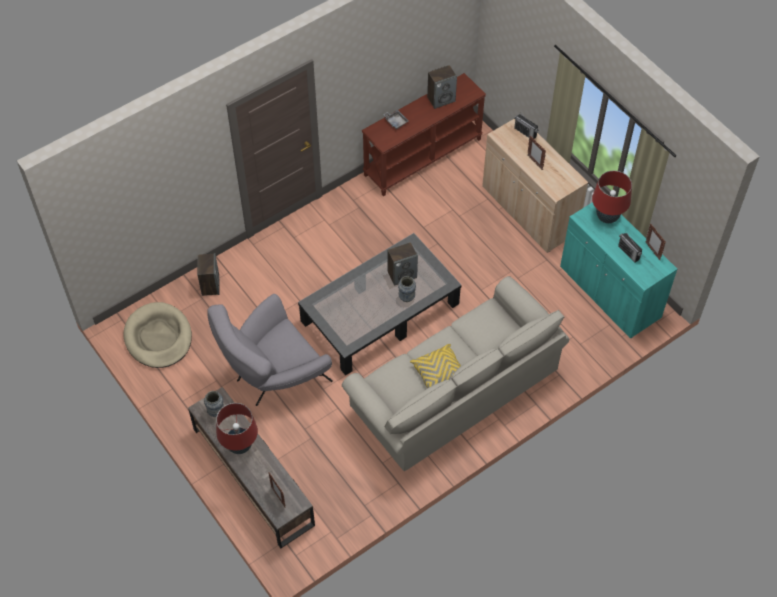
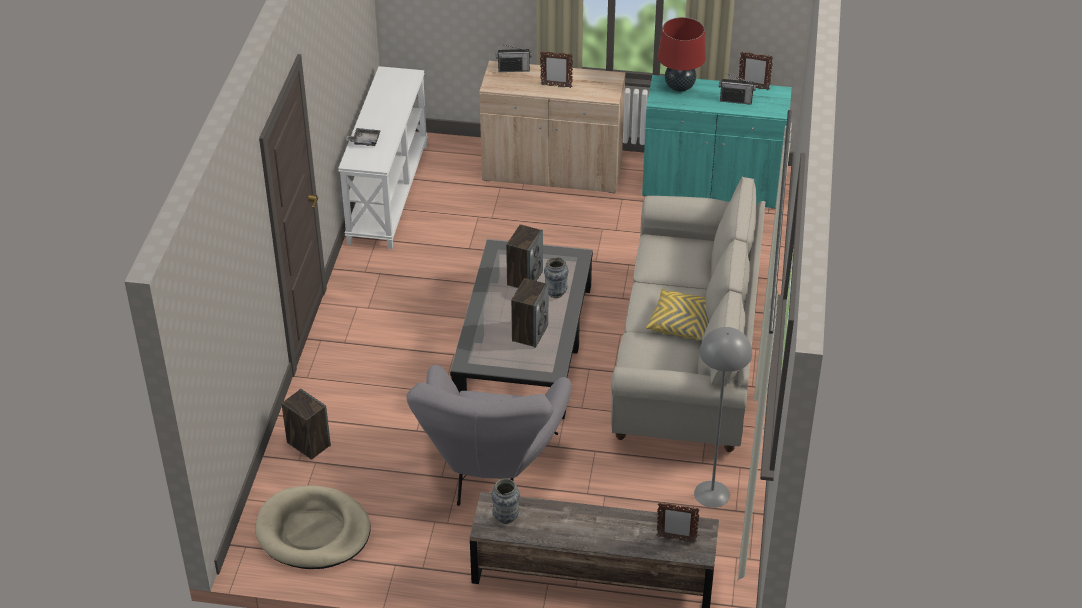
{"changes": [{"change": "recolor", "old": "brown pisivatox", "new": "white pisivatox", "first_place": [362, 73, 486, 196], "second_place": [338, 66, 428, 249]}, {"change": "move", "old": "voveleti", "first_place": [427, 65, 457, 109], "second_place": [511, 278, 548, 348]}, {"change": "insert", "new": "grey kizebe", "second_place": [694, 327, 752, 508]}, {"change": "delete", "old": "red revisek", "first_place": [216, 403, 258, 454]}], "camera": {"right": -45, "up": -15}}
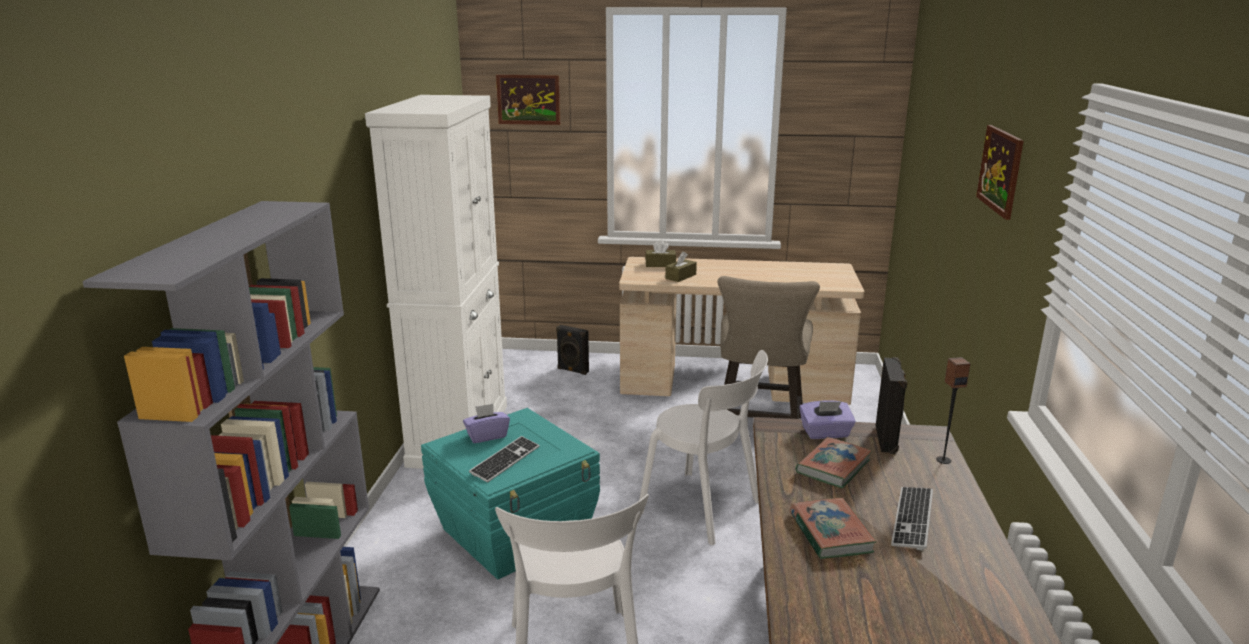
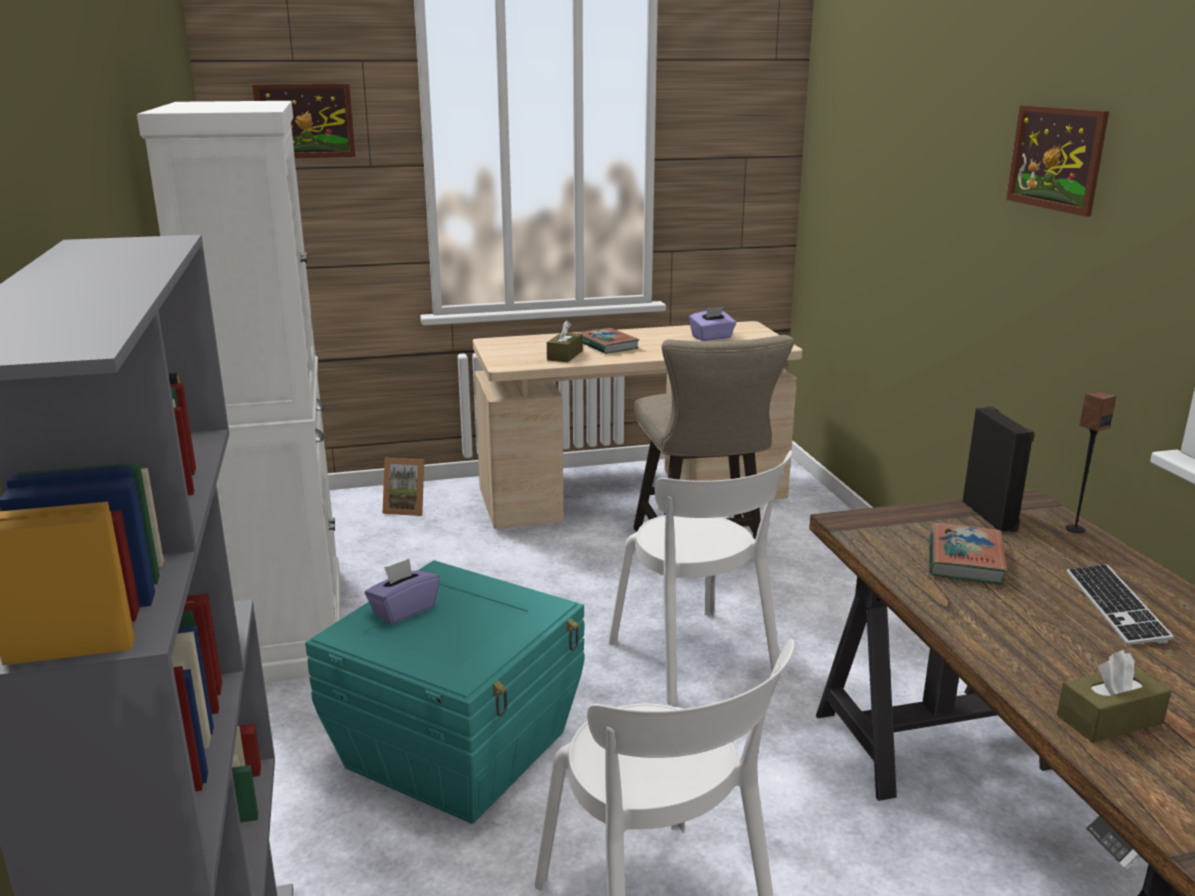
{"changes": [{"change": "replace", "old": "black voveleti", "new": "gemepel", "first_place": [556, 325, 589, 375], "second_place": [383, 458, 424, 516]}, {"change": "move", "old": "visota", "first_place": [790, 498, 877, 559], "second_place": [580, 328, 640, 354]}, {"change": "rotate", "old": "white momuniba", "first_place": [639, 350, 768, 545], "second_place": [608, 450, 792, 705], "degrees": 45}, {"change": "move", "old": "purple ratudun", "first_place": [800, 400, 856, 439], "second_place": [689, 306, 736, 341]}, {"change": "move", "old": "brown ratudun", "first_place": [645, 240, 676, 267], "second_place": [1057, 650, 1171, 743]}, {"change": "delete", "old": "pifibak", "first_place": [469, 436, 540, 483]}], "camera": {"right": -20, "up": 0}}
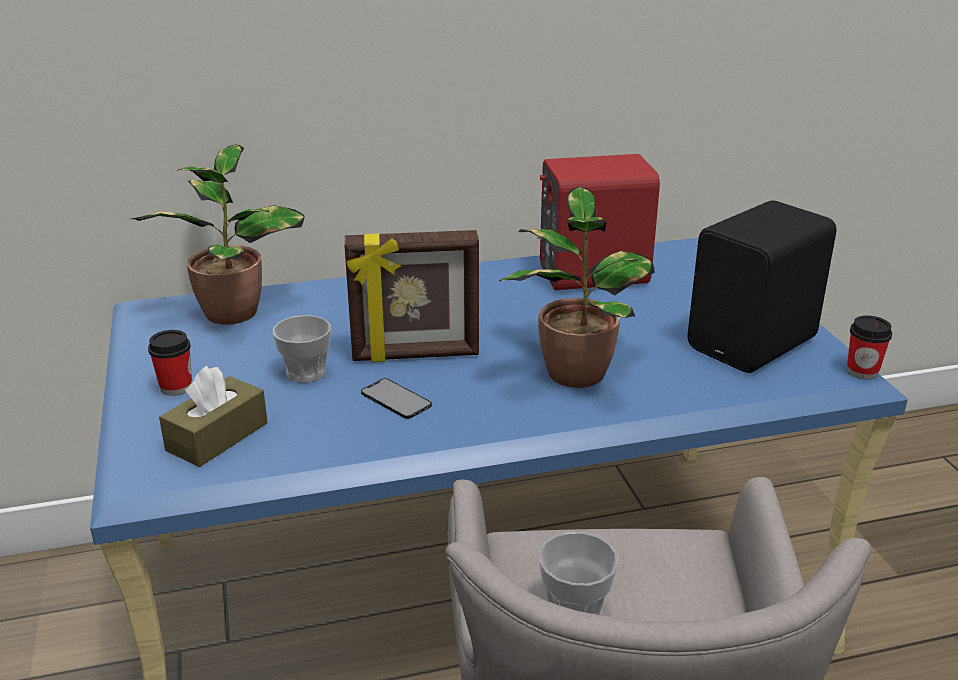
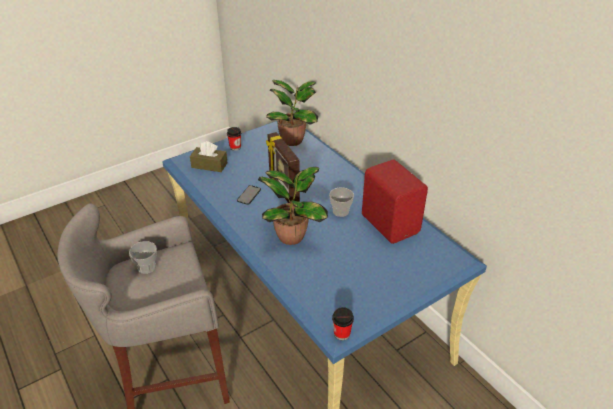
{"changes": [{"change": "move", "old": "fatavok", "first_place": [273, 315, 331, 383], "second_place": [329, 187, 354, 217]}, {"change": "delete", "old": "black voveleti", "first_place": [687, 200, 836, 373]}], "camera": {"right": 70, "up": 10}}
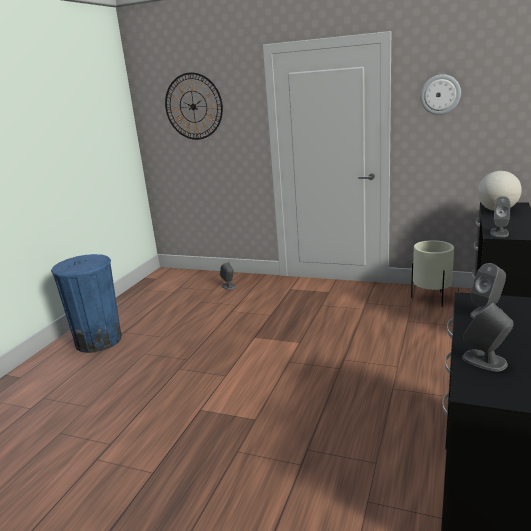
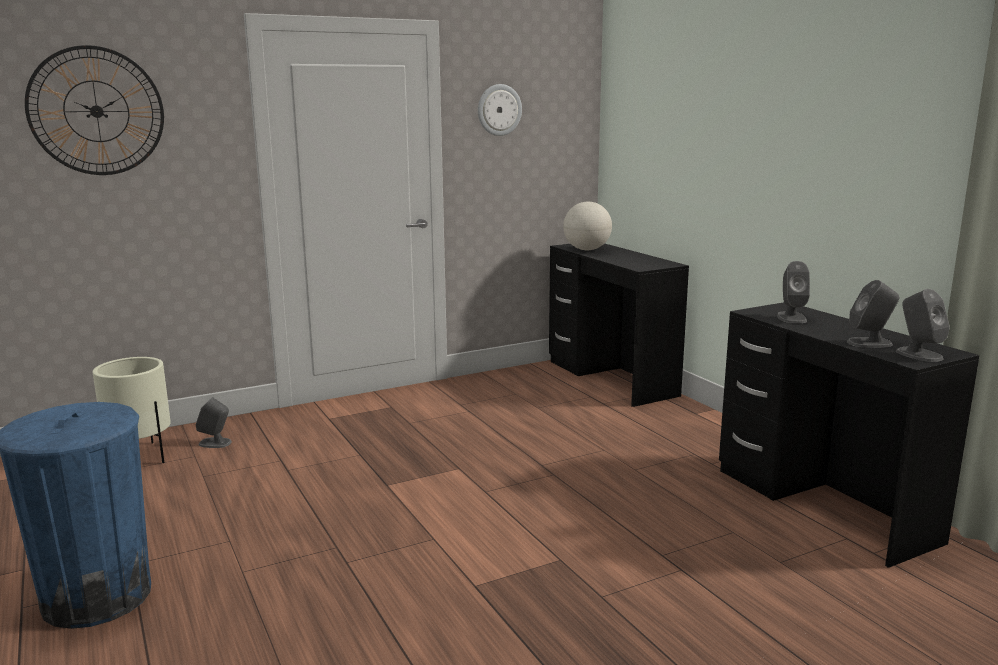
{"changes": [{"change": "move", "old": "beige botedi", "first_place": [411, 240, 454, 307], "second_place": [93, 357, 171, 463]}, {"change": "move", "old": "grey voveleti", "first_place": [490, 196, 511, 237], "second_place": [896, 289, 950, 362]}], "camera": {"right": -50, "up": -5}}
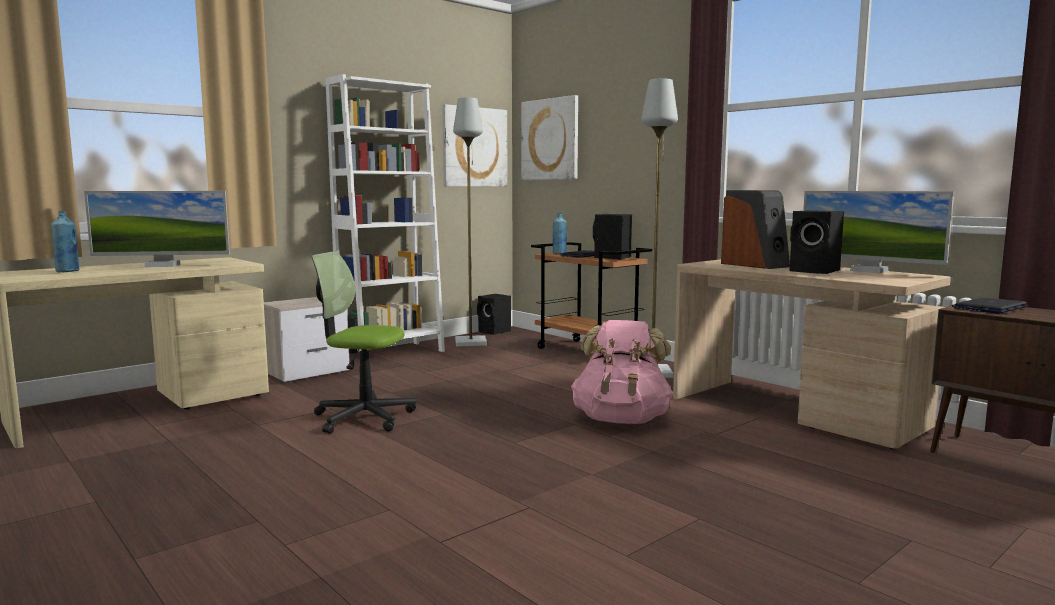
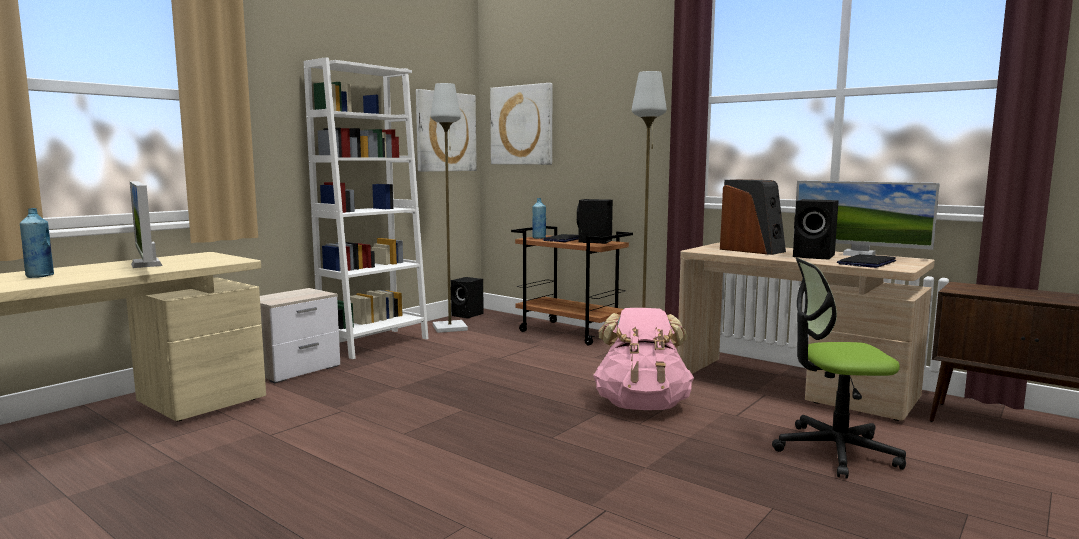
{"changes": [{"change": "rotate", "old": "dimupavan", "first_place": [84, 191, 230, 267], "second_place": [130, 181, 163, 268], "degrees": 75}, {"change": "move", "old": "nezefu", "first_place": [312, 251, 416, 434], "second_place": [772, 258, 906, 478]}, {"change": "move", "old": "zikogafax", "first_place": [952, 298, 1028, 314], "second_place": [837, 254, 896, 268]}], "camera": {"right": -10, "up": 0}}
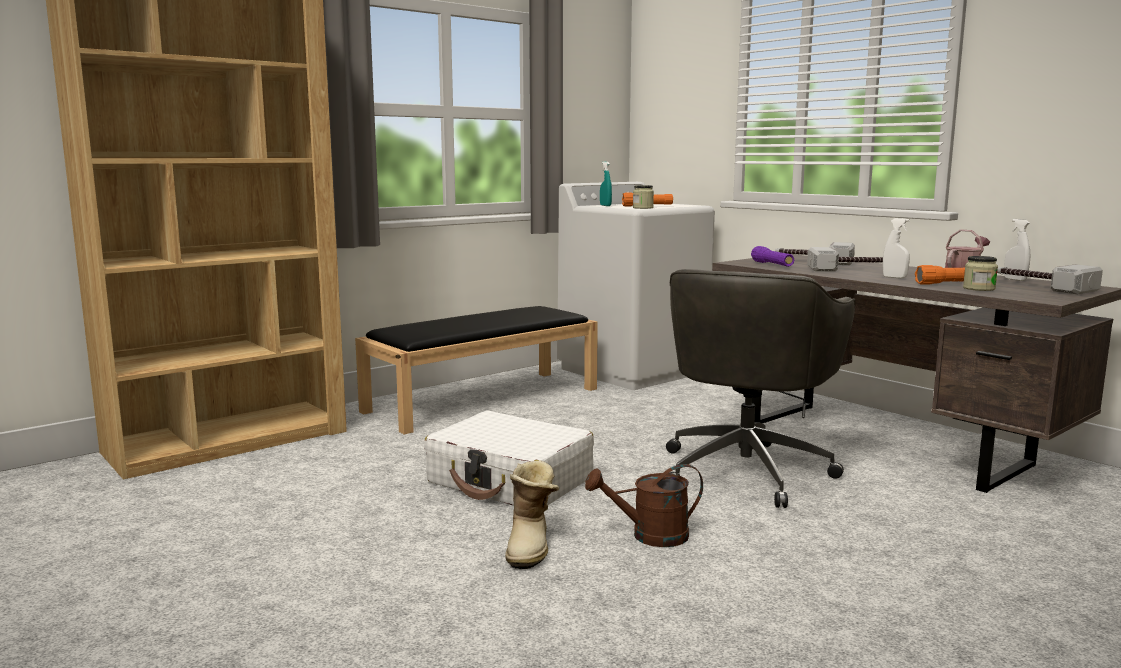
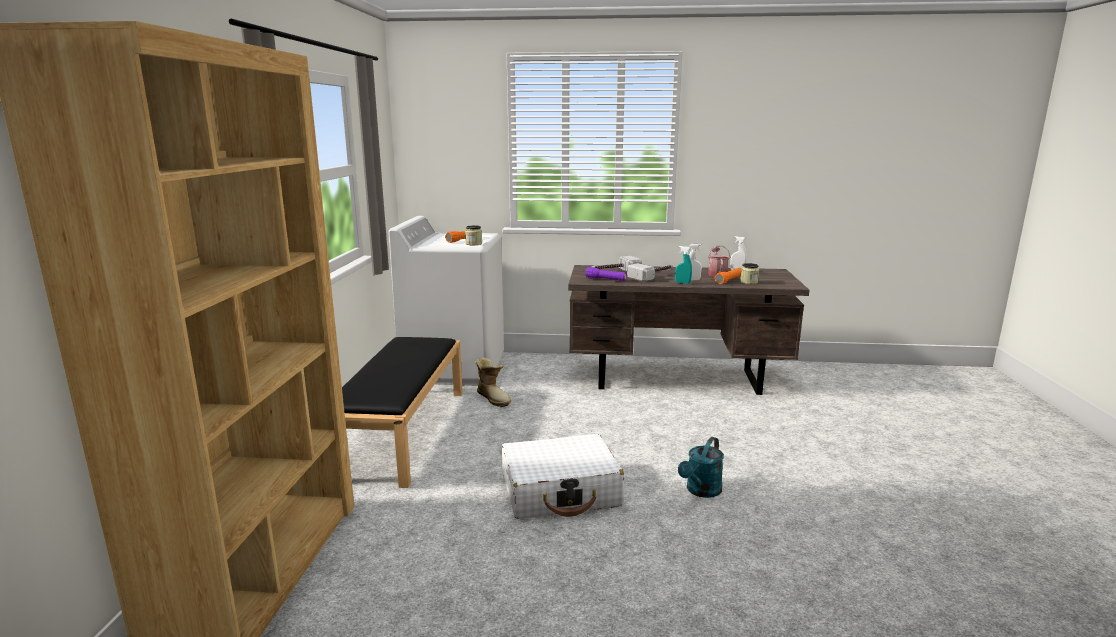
{"changes": [{"change": "move", "old": "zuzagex", "first_place": [505, 460, 559, 569], "second_place": [475, 358, 511, 407]}, {"change": "move", "old": "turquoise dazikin", "first_place": [600, 162, 612, 206], "second_place": [675, 246, 692, 284]}, {"change": "recolor", "old": "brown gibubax", "new": "turquoise gibubax", "first_place": [585, 464, 703, 547], "second_place": [678, 437, 724, 498]}, {"change": "delete", "old": "grey nezefu", "first_place": [666, 269, 856, 508]}, {"change": "delete", "old": "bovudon", "first_place": [997, 264, 1103, 294]}], "camera": {"right": -45, "up": 5}}
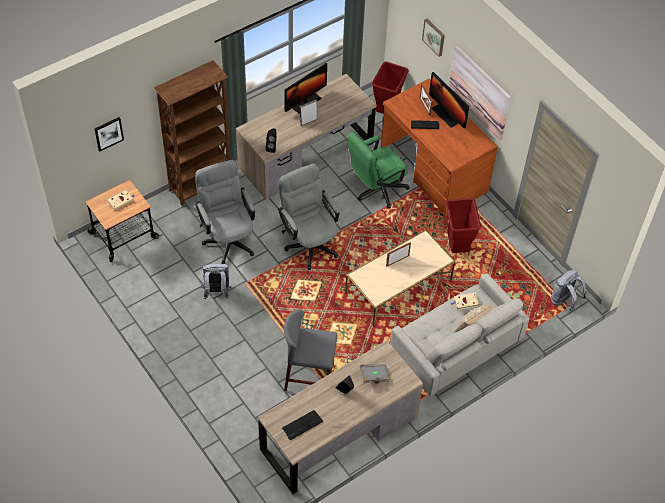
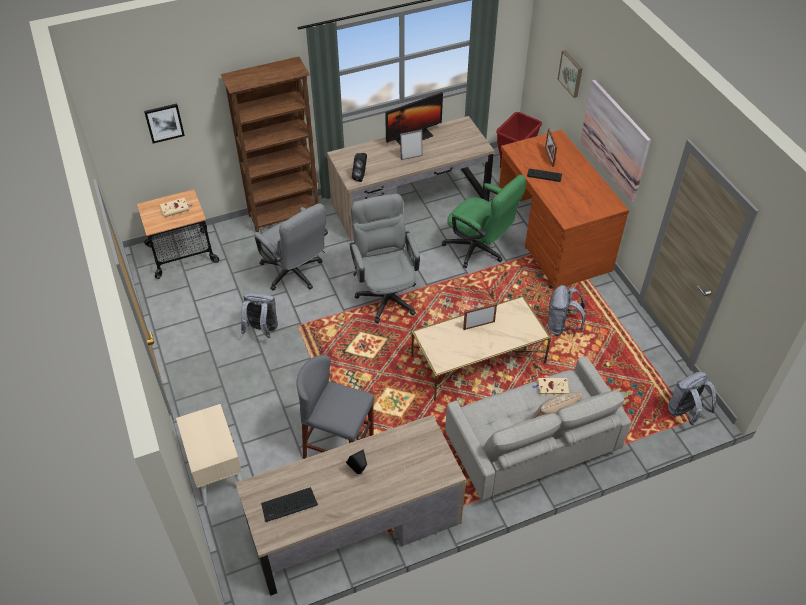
{"changes": [{"change": "insert", "new": "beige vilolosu", "second_place": [176, 404, 242, 506]}, {"change": "rotate", "old": "grey nezefu", "first_place": [195, 160, 255, 264], "second_place": [255, 203, 328, 291], "degrees": 150}, {"change": "rotate", "old": "green nezefu", "first_place": [348, 132, 410, 208], "second_place": [442, 175, 526, 268], "degrees": -120}, {"change": "replace", "old": "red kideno", "new": "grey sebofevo", "first_place": [446, 198, 481, 253], "second_place": [548, 285, 586, 336]}, {"change": "delete", "old": "grey visota", "first_place": [359, 364, 390, 384]}, {"change": "delete", "old": "dimupavan", "first_place": [429, 72, 469, 129]}], "camera": {"right": 15, "up": -5}}
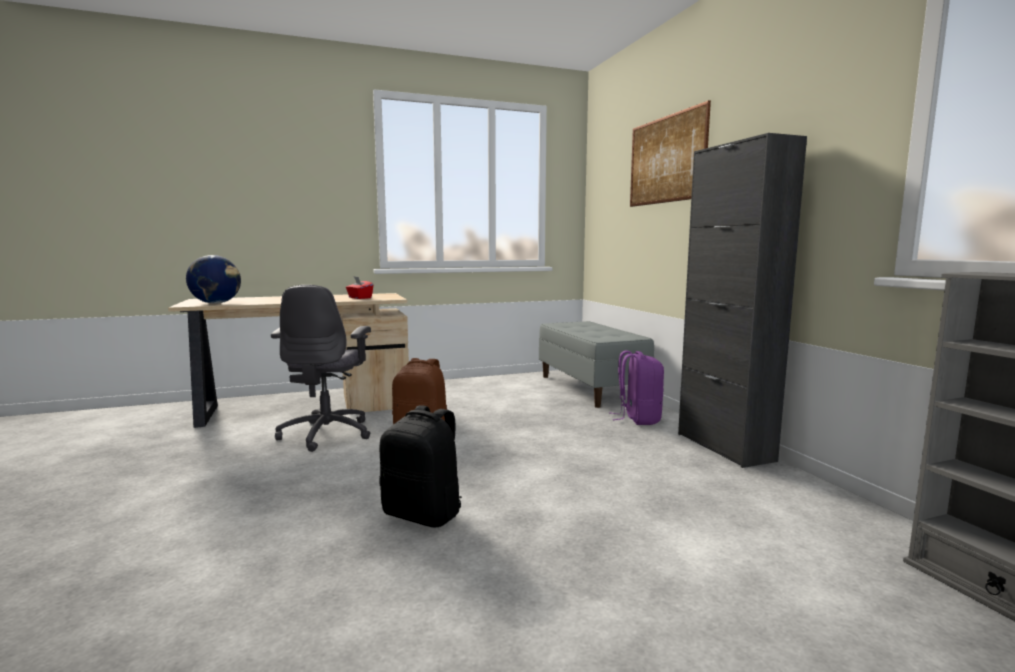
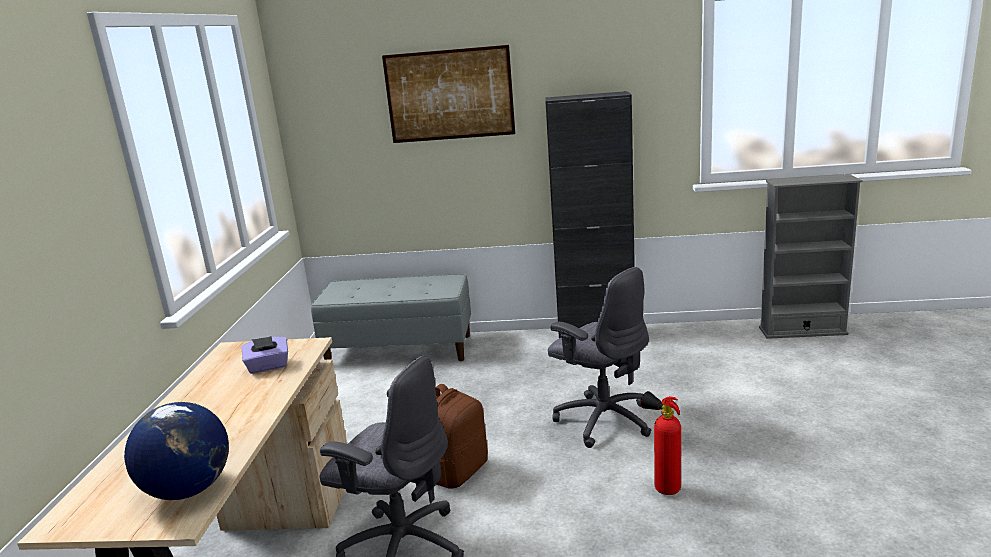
{"changes": [{"change": "recolor", "old": "red ratudun", "new": "purple ratudun", "first_place": [346, 277, 373, 299], "second_place": [241, 336, 288, 374]}, {"change": "insert", "new": "grey nezefu", "second_place": [548, 267, 651, 448]}, {"change": "replace", "old": "black sebofevo", "new": "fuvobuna", "first_place": [379, 405, 462, 527], "second_place": [640, 391, 681, 495]}, {"change": "delete", "old": "purple sebofevo", "first_place": [609, 351, 664, 425]}], "camera": {"right": -65, "up": 10}}
